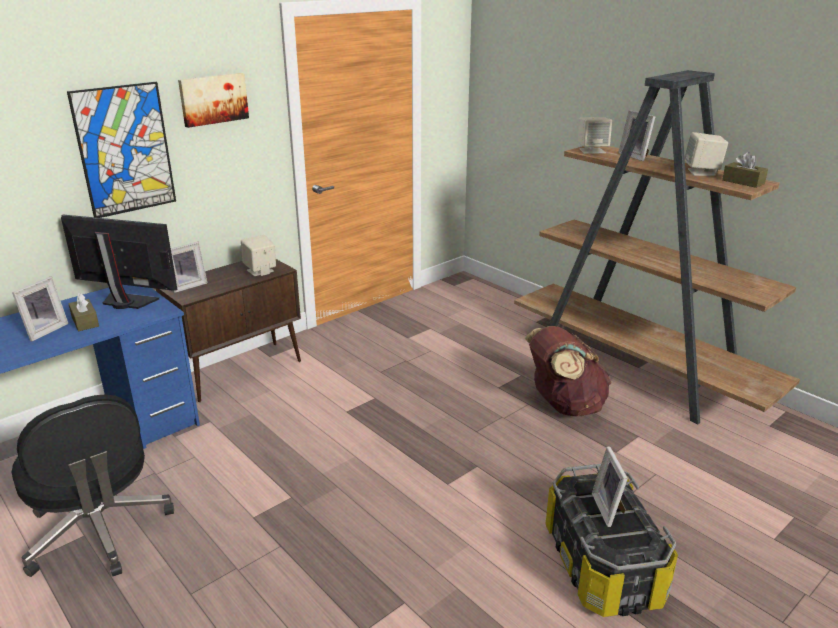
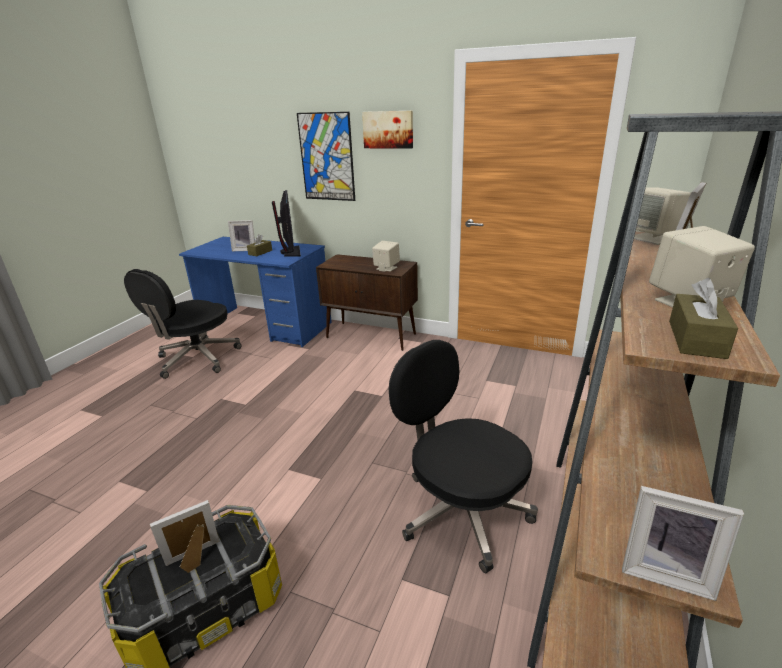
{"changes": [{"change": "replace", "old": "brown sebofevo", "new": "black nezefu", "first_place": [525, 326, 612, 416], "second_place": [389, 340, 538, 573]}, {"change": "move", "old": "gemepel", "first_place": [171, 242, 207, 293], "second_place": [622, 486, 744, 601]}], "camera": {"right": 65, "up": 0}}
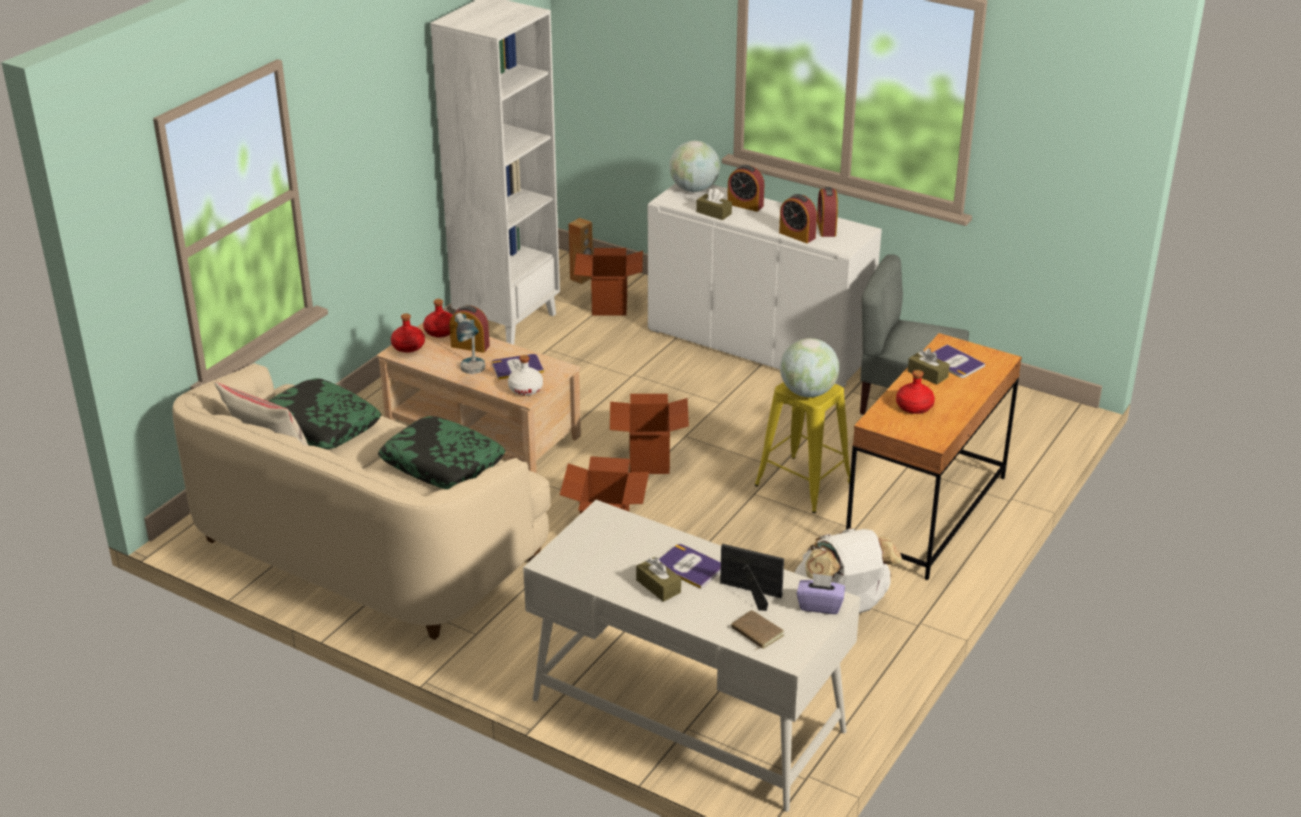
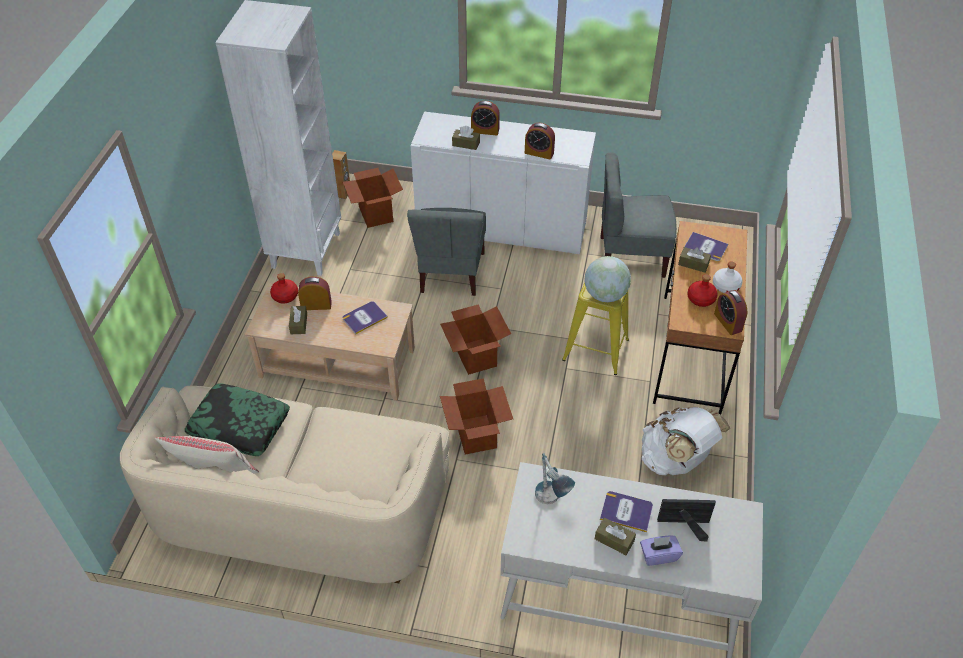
{"changes": [{"change": "insert", "new": "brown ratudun", "second_place": [289, 306, 307, 334]}, {"change": "insert", "new": "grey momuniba", "second_place": [407, 208, 486, 296]}, {"change": "move", "old": "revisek", "first_place": [455, 313, 485, 374], "second_place": [535, 453, 575, 504]}, {"change": "move", "old": "purple ratudun", "first_place": [797, 573, 845, 614], "second_place": [640, 536, 683, 566]}, {"change": "move", "old": "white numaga", "first_place": [508, 355, 543, 396], "second_place": [713, 261, 743, 293]}, {"change": "move", "old": "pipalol", "first_place": [817, 187, 838, 237], "second_place": [714, 290, 747, 335]}, {"change": "delete", "old": "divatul", "first_place": [378, 416, 506, 489]}, {"change": "delete", "old": "red numaga", "first_place": [391, 313, 425, 353]}, {"change": "delete", "old": "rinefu", "first_place": [669, 141, 720, 192]}, {"change": "delete", "old": "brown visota", "first_place": [731, 610, 784, 651]}], "camera": {"right": -20, "up": 15}}
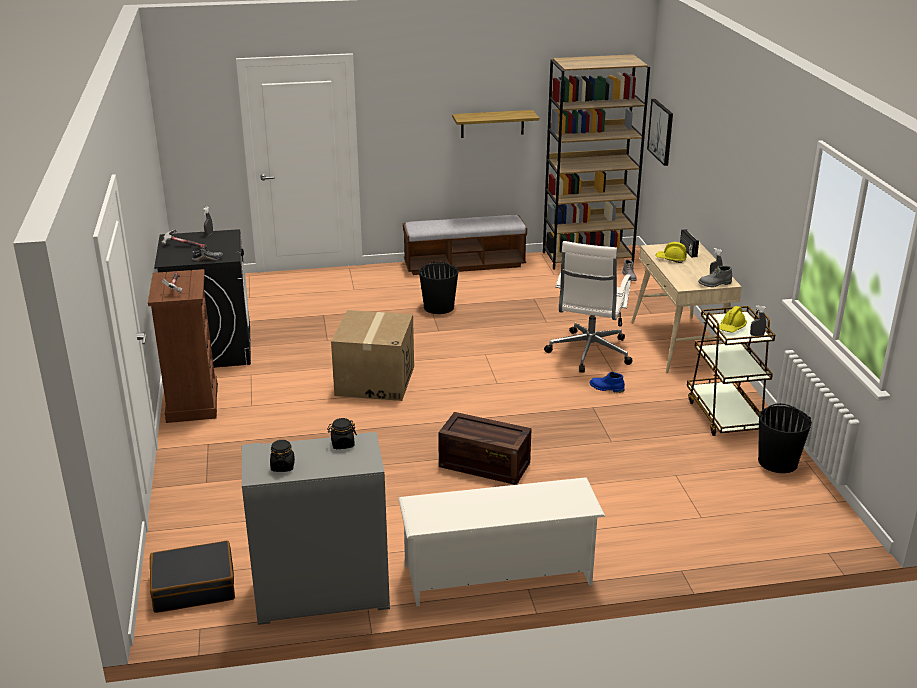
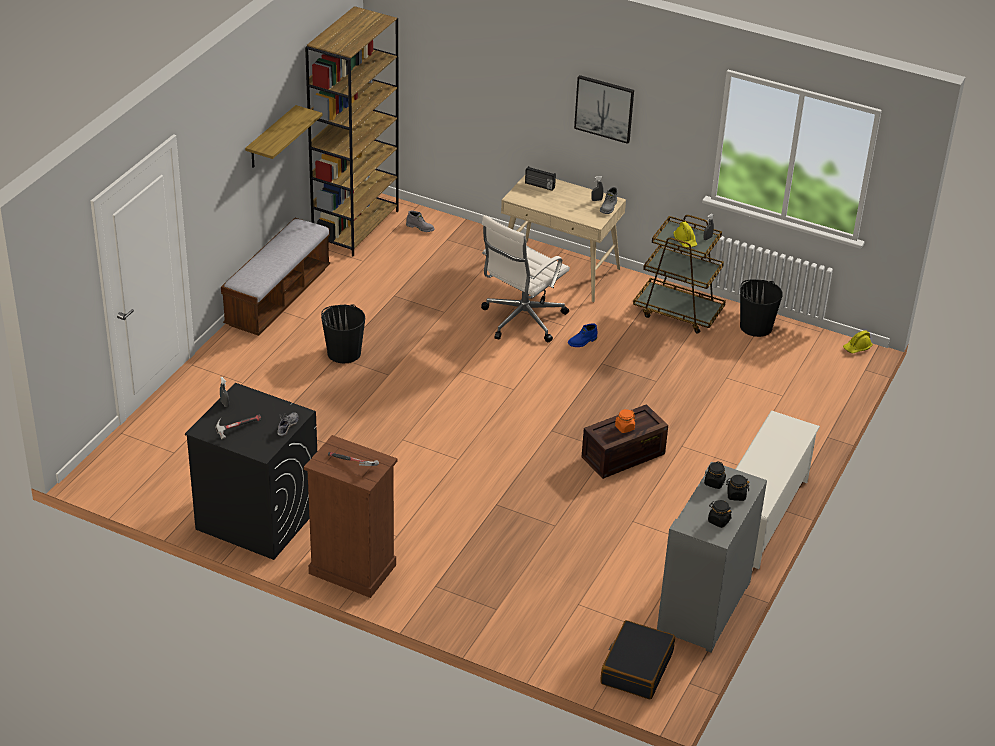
{"changes": [{"change": "rotate", "old": "white nezefu", "first_place": [544, 241, 633, 373], "second_place": [481, 215, 570, 342], "degrees": 75}, {"change": "move", "old": "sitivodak", "first_place": [647, 99, 673, 166], "second_place": [574, 75, 634, 144]}, {"change": "insert", "new": "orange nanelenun", "second_place": [615, 409, 635, 433]}, {"change": "insert", "new": "black nanelenun", "second_place": [726, 475, 749, 501]}, {"change": "move", "old": "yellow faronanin", "first_place": [656, 242, 687, 263], "second_place": [843, 330, 873, 353]}, {"change": "delete", "old": "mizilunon", "first_place": [331, 310, 414, 401]}], "camera": {"right": -55, "up": 10}}
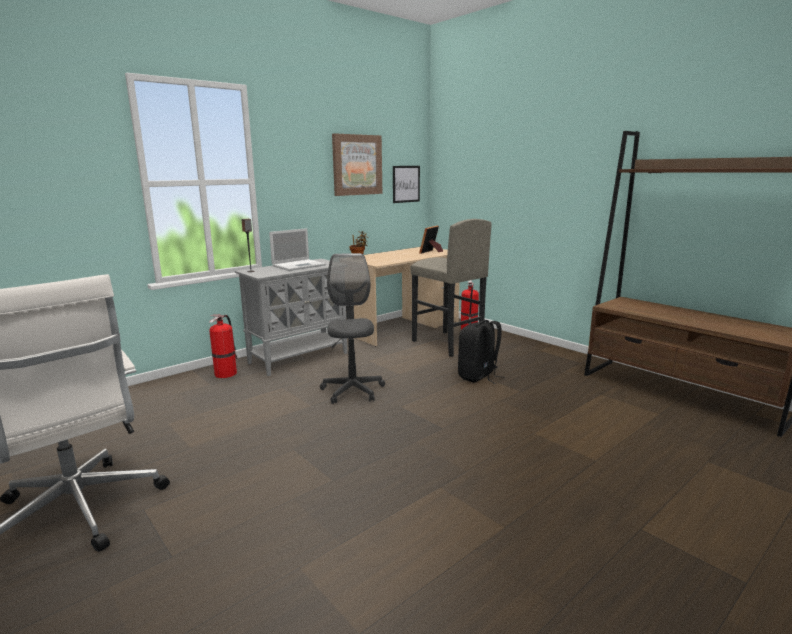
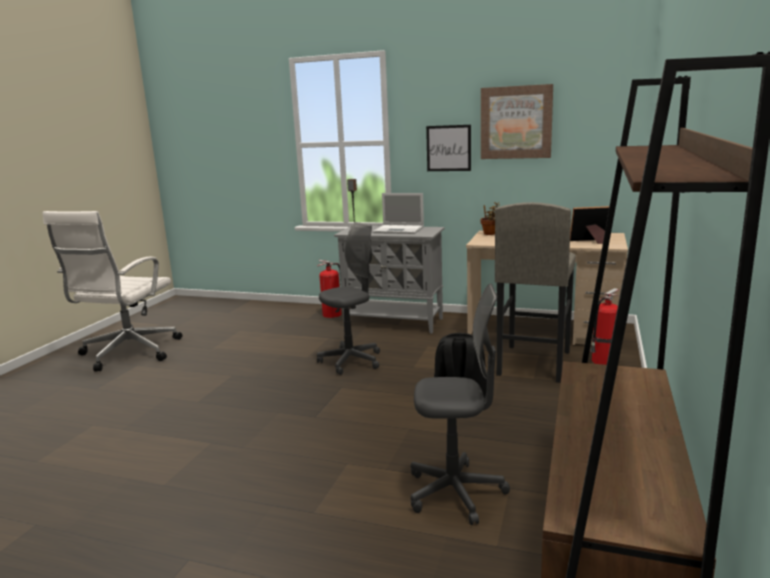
{"changes": [{"change": "insert", "new": "grey nezefu", "second_place": [410, 284, 510, 525]}, {"change": "move", "old": "sitivodak", "first_place": [393, 166, 420, 203], "second_place": [426, 125, 471, 171]}], "camera": {"right": 60, "up": 0}}
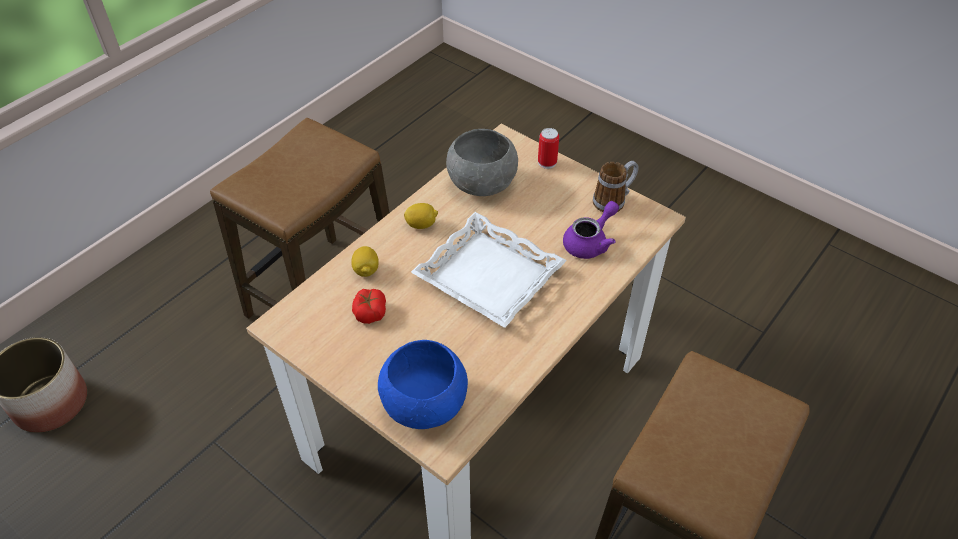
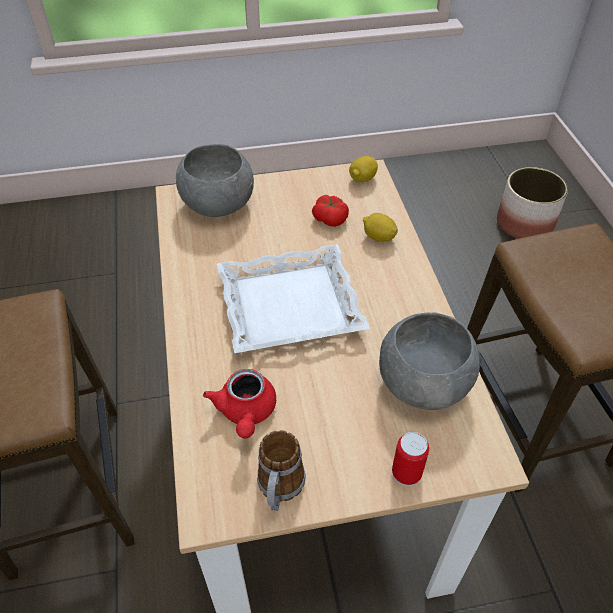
{"changes": [{"change": "recolor", "old": "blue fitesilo", "new": "grey fitesilo", "first_place": [378, 340, 468, 429], "second_place": [176, 144, 254, 217]}, {"change": "recolor", "old": "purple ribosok", "new": "red ribosok", "first_place": [563, 201, 619, 259], "second_place": [203, 369, 276, 439]}, {"change": "move", "old": "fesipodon", "first_place": [404, 203, 438, 229], "second_place": [349, 156, 378, 183]}], "camera": {"right": 130, "up": 0}}
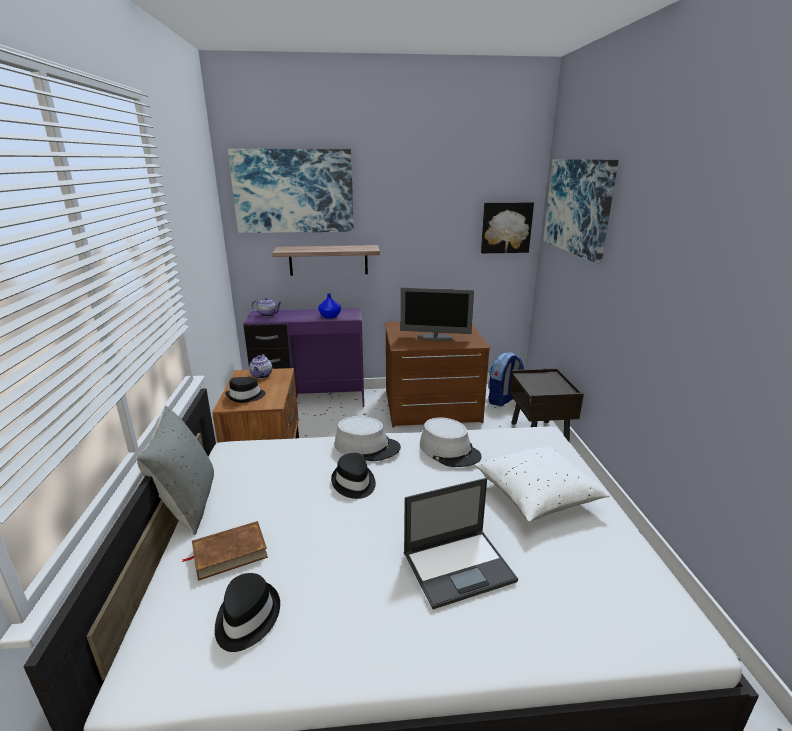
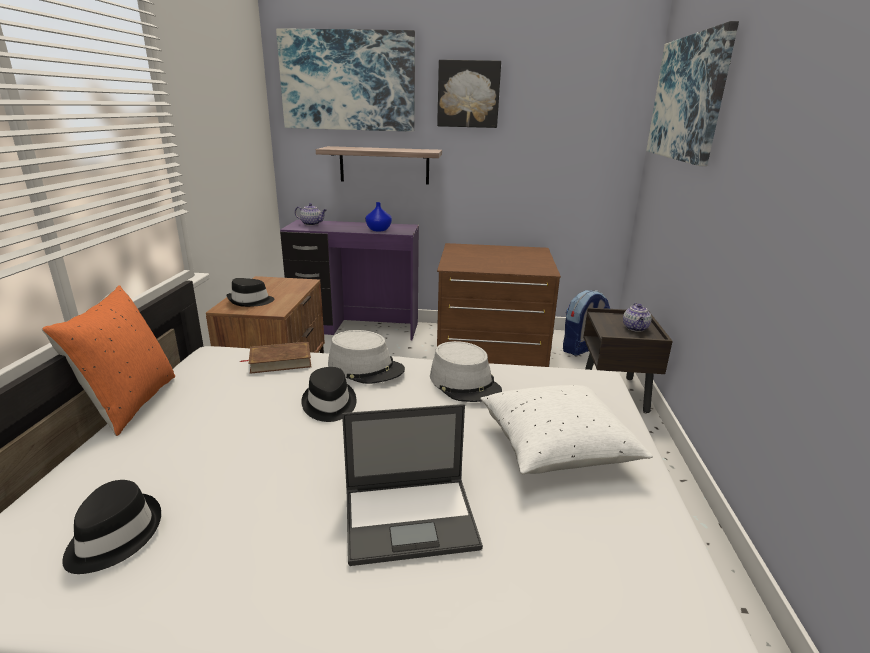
{"changes": [{"change": "recolor", "old": "grey divatul", "new": "orange divatul", "first_place": [136, 406, 214, 535], "second_place": [42, 285, 175, 436]}, {"change": "move", "old": "brown visota", "first_place": [182, 521, 268, 581], "second_place": [240, 341, 311, 374]}, {"change": "move", "old": "sitivodak", "first_place": [481, 202, 534, 253], "second_place": [437, 60, 501, 128]}, {"change": "move", "old": "ribosok", "first_place": [249, 354, 272, 379], "second_place": [623, 303, 652, 332]}, {"change": "delete", "old": "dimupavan", "first_place": [401, 287, 474, 341]}], "camera": {"right": 10, "up": 0}}
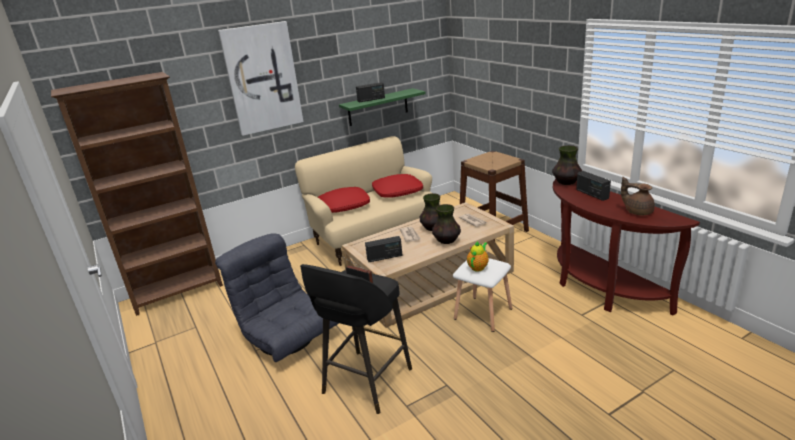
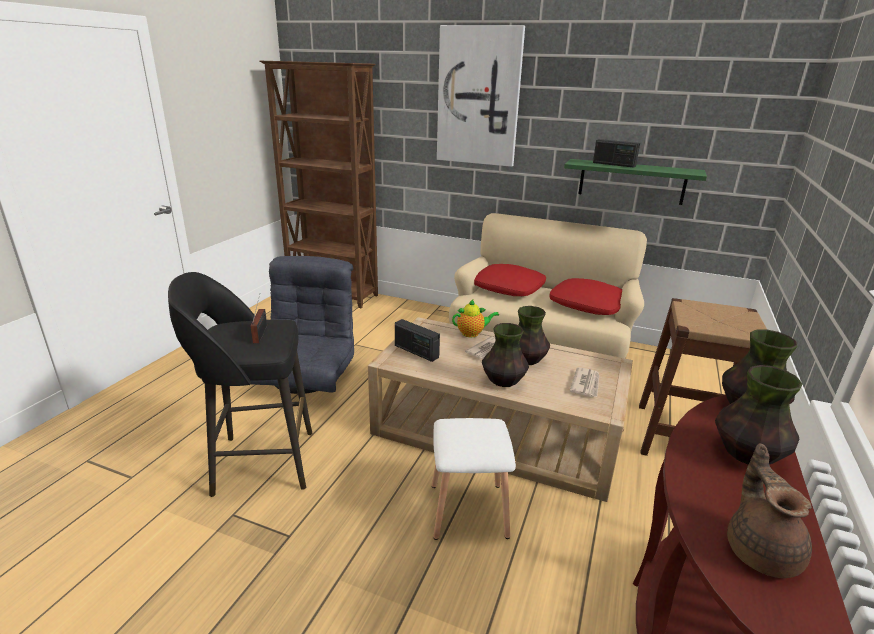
{"changes": [{"change": "move", "old": "ribosok", "first_place": [467, 241, 489, 272], "second_place": [452, 299, 499, 337]}, {"change": "replace", "old": "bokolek", "new": "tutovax", "first_place": [576, 171, 611, 201], "second_place": [715, 365, 802, 465]}], "camera": {"right": 50, "up": 0}}
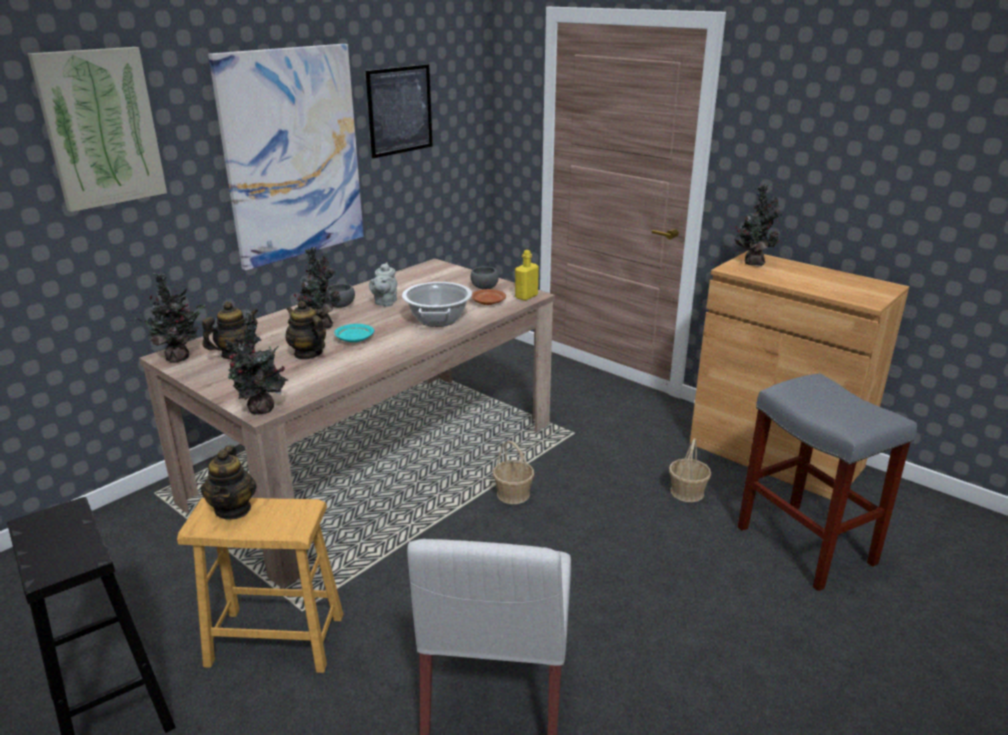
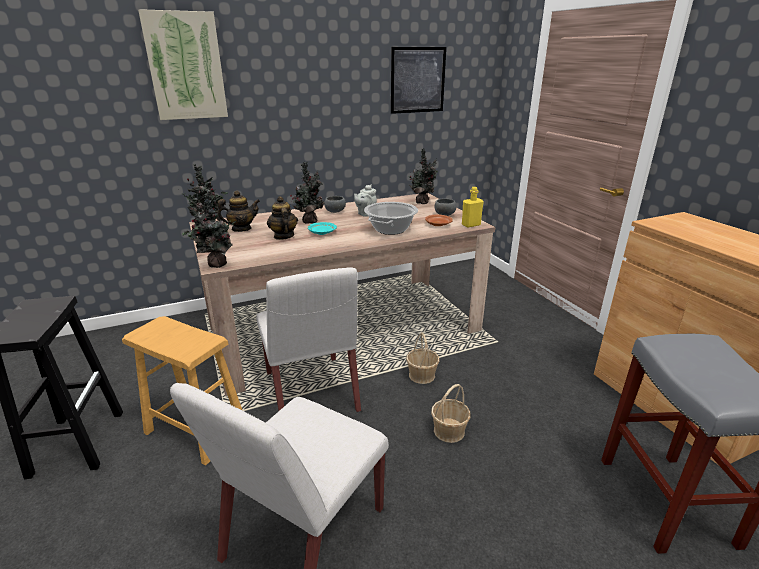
{"changes": [{"change": "insert", "new": "white momuniba", "second_place": [256, 267, 361, 412]}, {"change": "move", "old": "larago", "first_place": [735, 184, 782, 266], "second_place": [408, 149, 438, 204]}, {"change": "move", "old": "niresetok", "first_place": [669, 438, 711, 502], "second_place": [431, 384, 470, 443]}, {"change": "delete", "old": "ribosok", "first_place": [201, 445, 257, 520]}, {"change": "delete", "old": "sitivodak", "first_place": [208, 44, 364, 270]}], "camera": {"right": 25, "up": 0}}
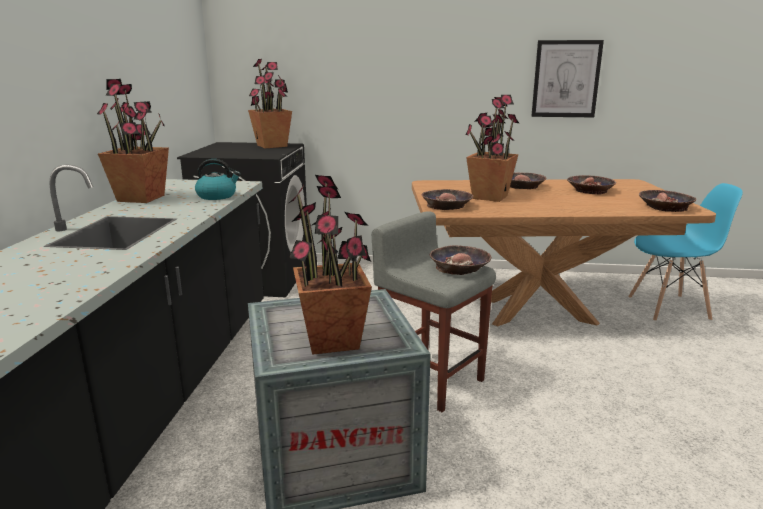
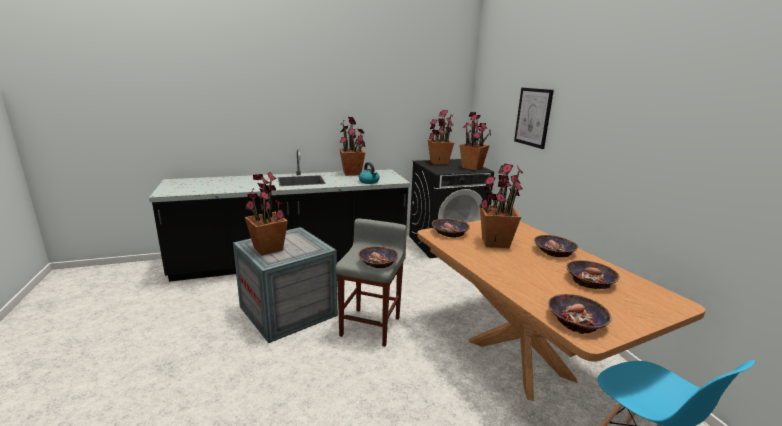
{"changes": [{"change": "insert", "new": "larago", "second_place": [428, 110, 454, 164]}, {"change": "move", "old": "sitivodak", "first_place": [531, 40, 604, 117], "second_place": [514, 88, 554, 149]}], "camera": {"right": 65, "up": 0}}
